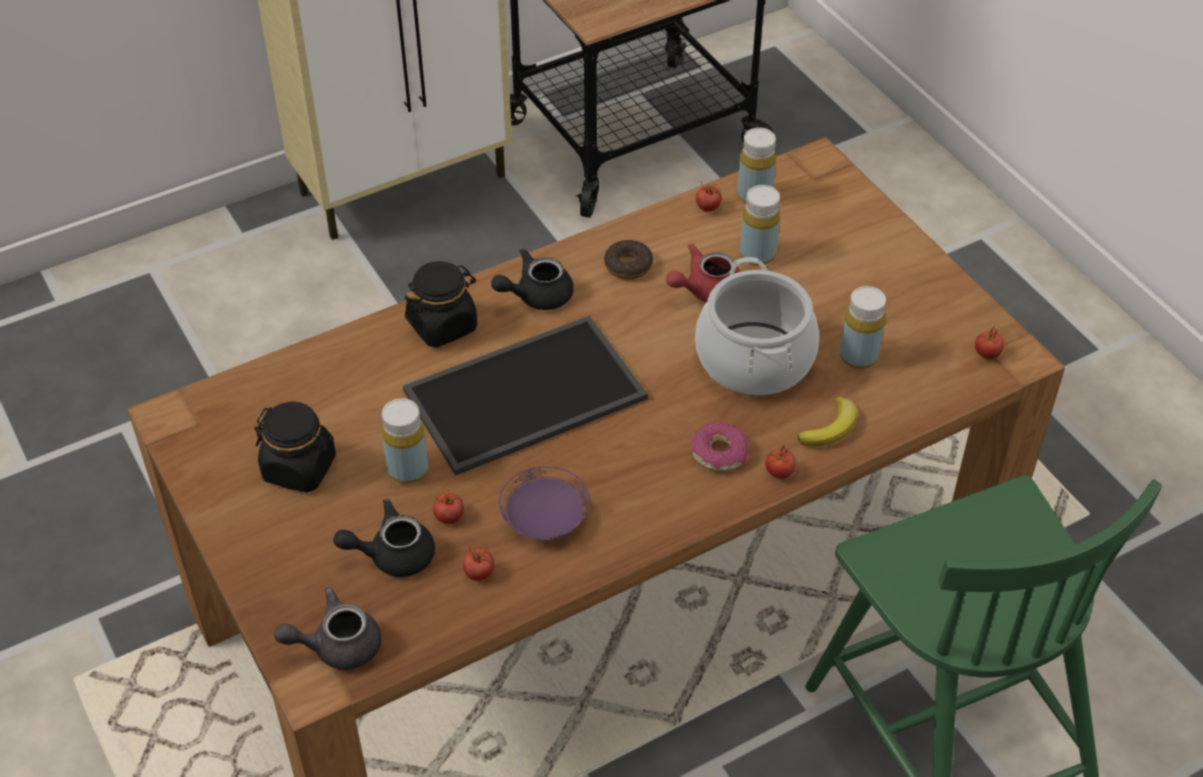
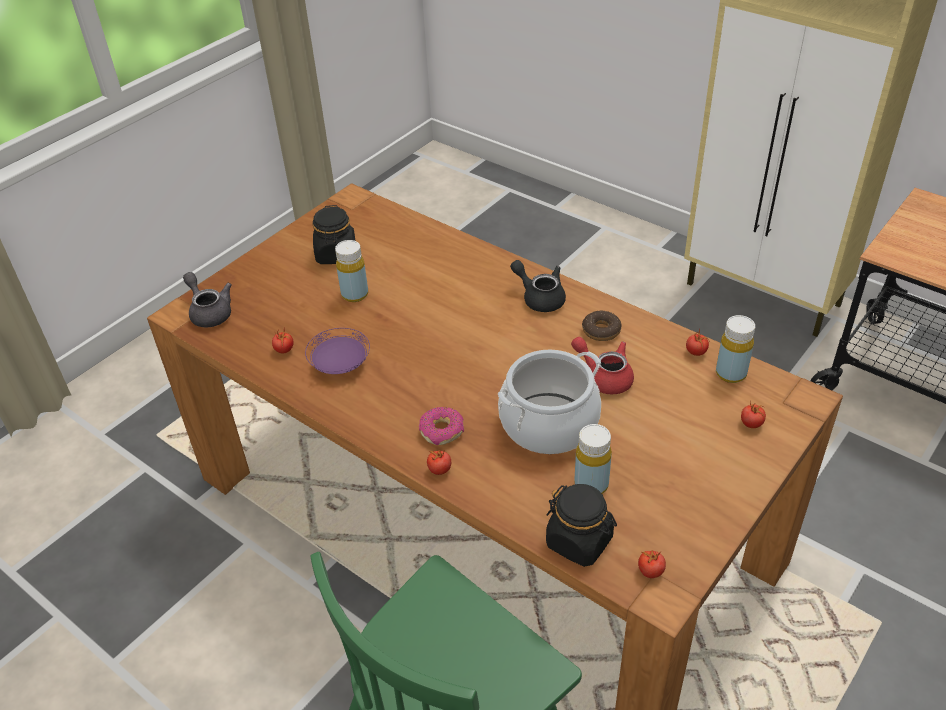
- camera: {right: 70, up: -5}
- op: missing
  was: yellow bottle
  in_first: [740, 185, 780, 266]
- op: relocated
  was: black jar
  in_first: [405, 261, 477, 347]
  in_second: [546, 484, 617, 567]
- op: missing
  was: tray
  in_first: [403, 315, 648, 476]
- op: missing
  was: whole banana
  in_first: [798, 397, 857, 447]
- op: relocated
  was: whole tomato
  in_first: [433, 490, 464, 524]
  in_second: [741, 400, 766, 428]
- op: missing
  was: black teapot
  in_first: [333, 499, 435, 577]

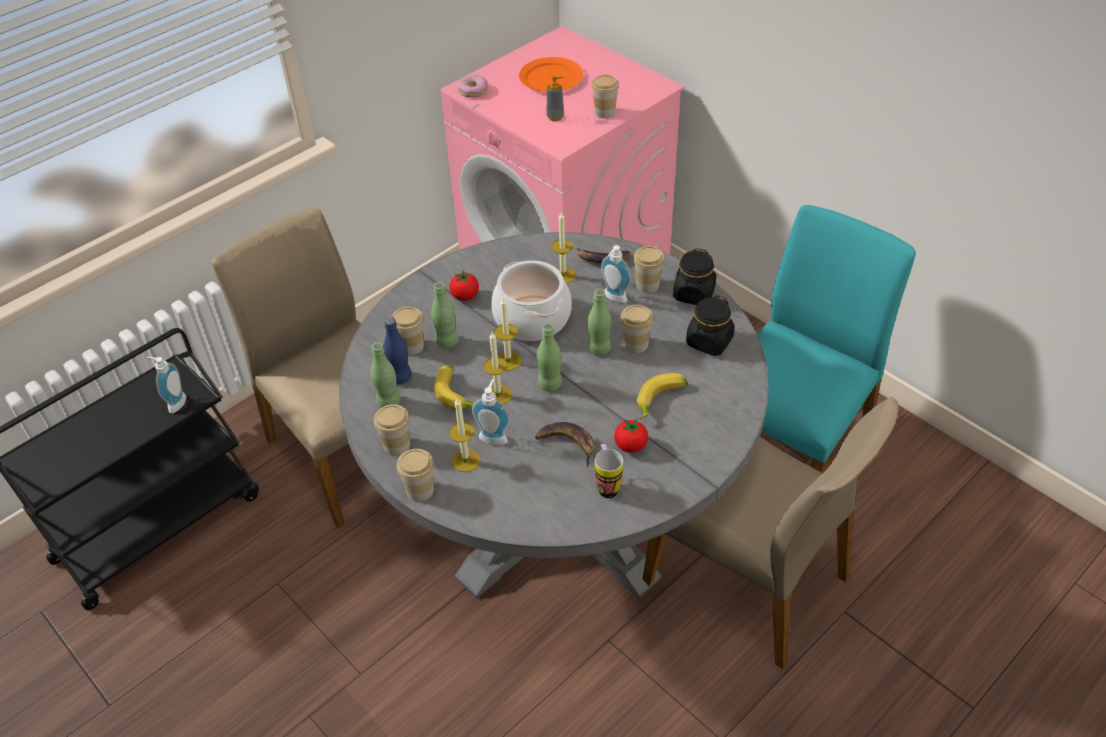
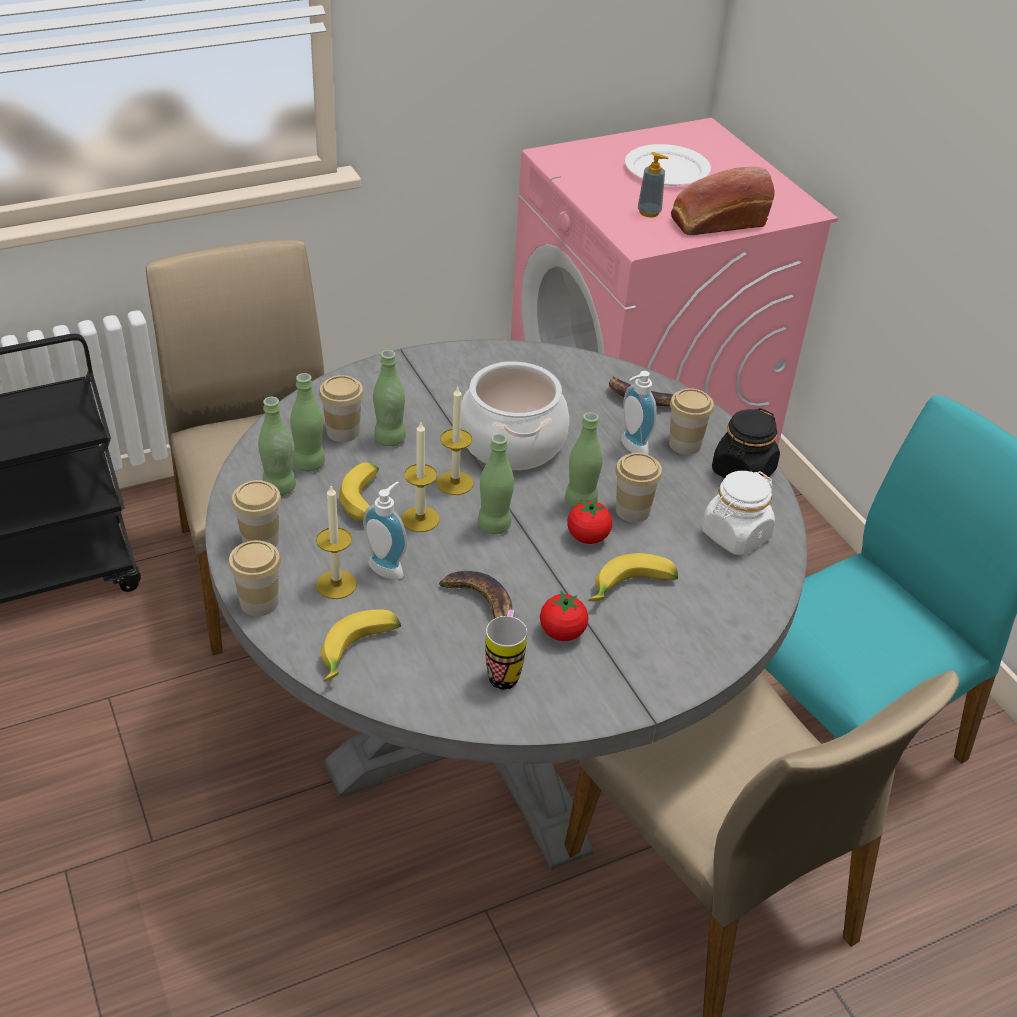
- camera: {right: 15, up: -5}
- op: colour
  was: orangey dinner plate
  now: whitish dinner plate
  in_first: [519, 57, 583, 92]
  in_second: [625, 144, 711, 185]
- op: missing
  was: donut
  in_first: [457, 75, 488, 98]
- op: exchanged
  was: drinking cup
  now: bread
  in_first: [591, 75, 619, 119]
  in_second: [671, 167, 774, 235]
- op: missing
  was: wax candle
  in_first: [552, 211, 576, 283]
- op: relocated
  was: whole tomato
  in_first: [449, 270, 479, 301]
  in_second: [567, 498, 612, 544]
- op: colour
  was: black jar
  now: whitish jar
  in_first: [686, 295, 735, 356]
  in_second: [702, 471, 775, 555]
- op: colour
  was: blue-coloured bottle
  now: green bottle
  in_first: [383, 317, 412, 385]
  in_second: [290, 373, 325, 471]
- op: missing
  was: soap bottle
  in_first: [146, 357, 186, 413]
- op: appeared
  now: whole banana
  in_second: [320, 609, 401, 682]

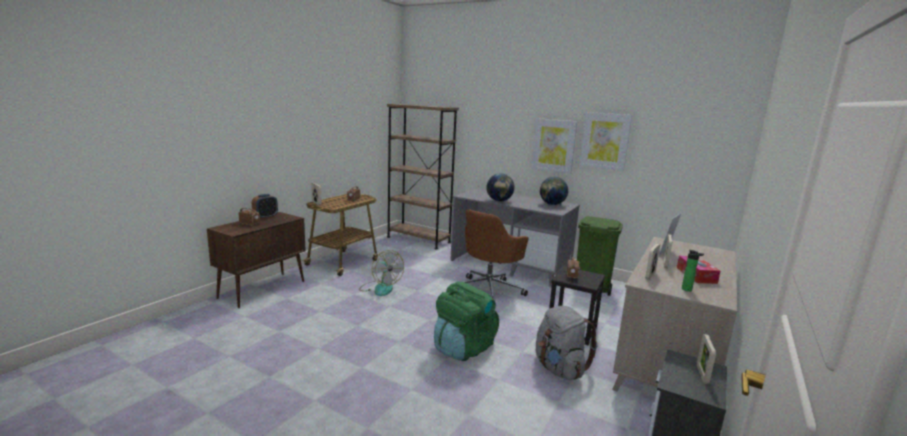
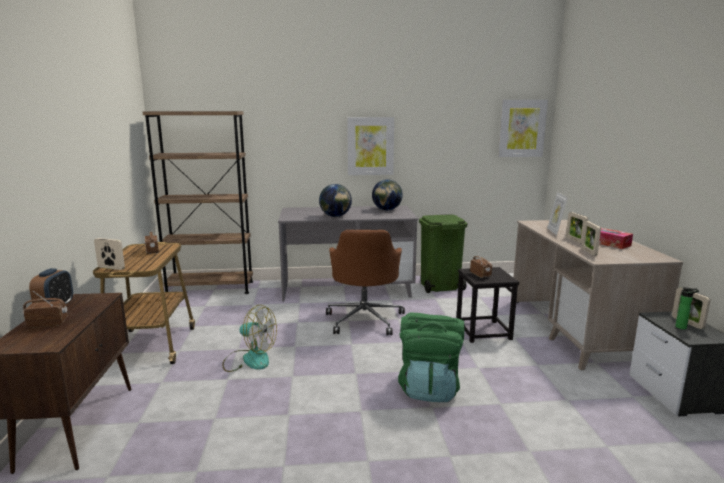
- camera: {right: -35, up: 0}
- op: relocated
  was: picture
  in_first: [579, 112, 632, 171]
  in_second: [498, 100, 548, 157]
- op: relocated
  was: bottle
  in_first: [682, 250, 704, 292]
  in_second: [675, 287, 699, 329]
- op: missing
  was: gray knapsack
  in_first: [536, 306, 598, 380]

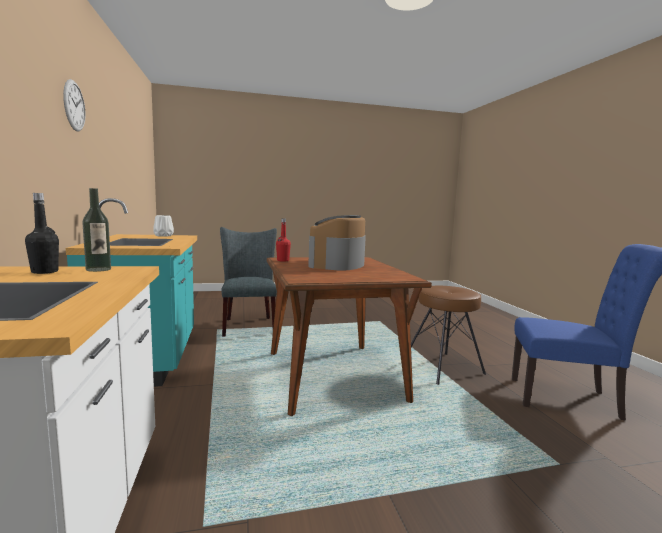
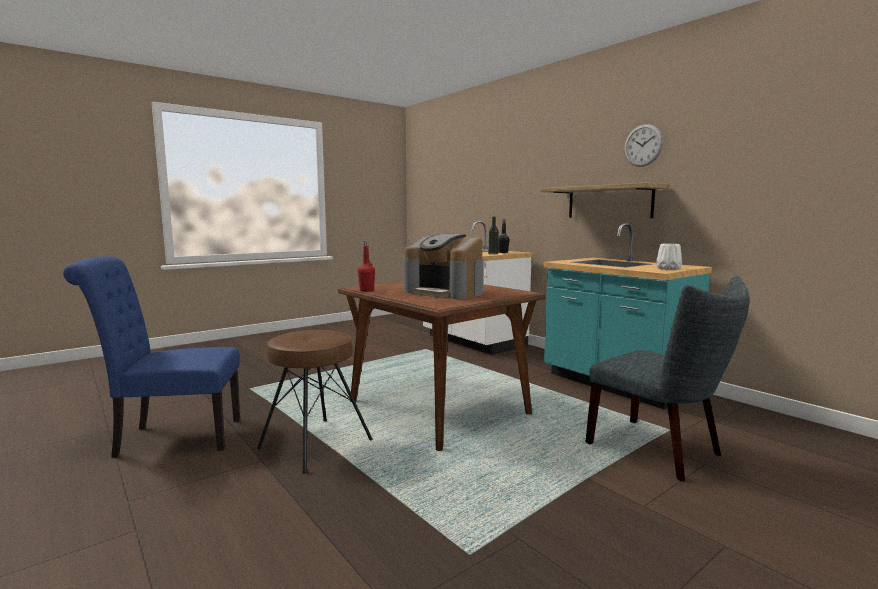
- camera: {right: 155, up: 0}
- op: spun
  was: coffee machine
  in_first: [308, 215, 366, 270]
  in_second: [403, 234, 483, 299]
  clockwise: 135
- op: relocated
  was: reddish bottle
  in_first: [276, 218, 291, 262]
  in_second: [358, 241, 375, 292]
- op: appeared
  now: bracket shelf
  in_second: [540, 183, 668, 218]

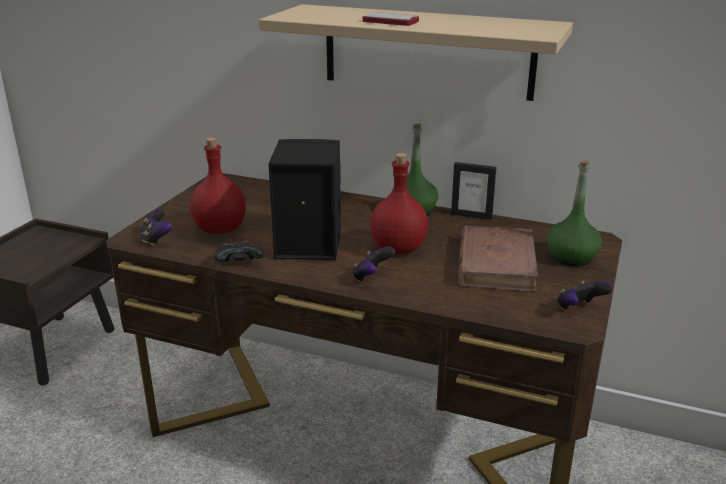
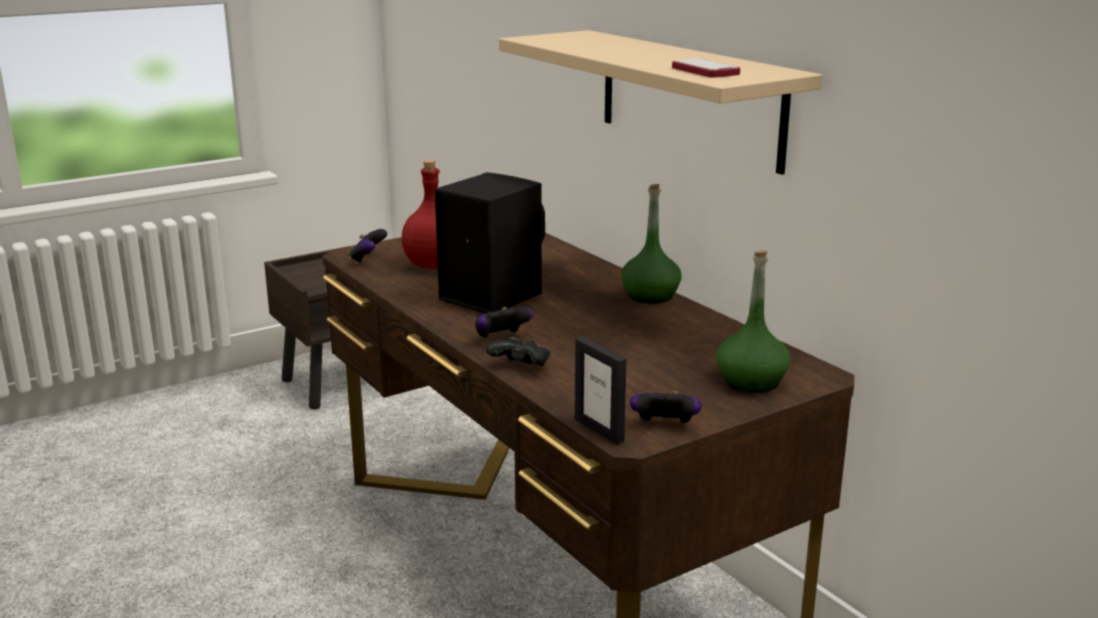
- camera: {right: 35, up: -5}
- op: relocated
  was: telephone
  in_first: [362, 12, 419, 26]
  in_second: [672, 58, 740, 78]
- op: missing
  was: reddish bottle
  in_first: [370, 153, 428, 254]
- op: relocated
  was: picture frame
  in_first: [451, 162, 497, 220]
  in_second: [575, 337, 626, 445]
- op: missing
  was: brown-coloured book
  in_first: [458, 225, 538, 292]
- op: relocated
  was: black gamepad
  in_first: [214, 241, 264, 262]
  in_second: [486, 337, 550, 366]

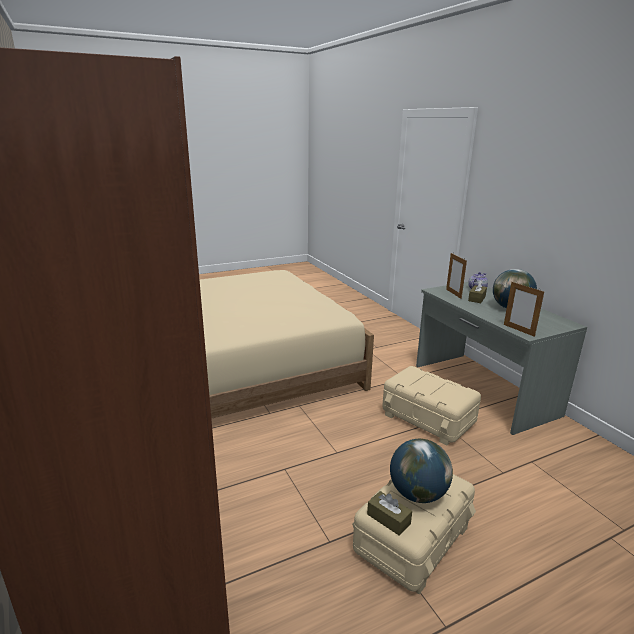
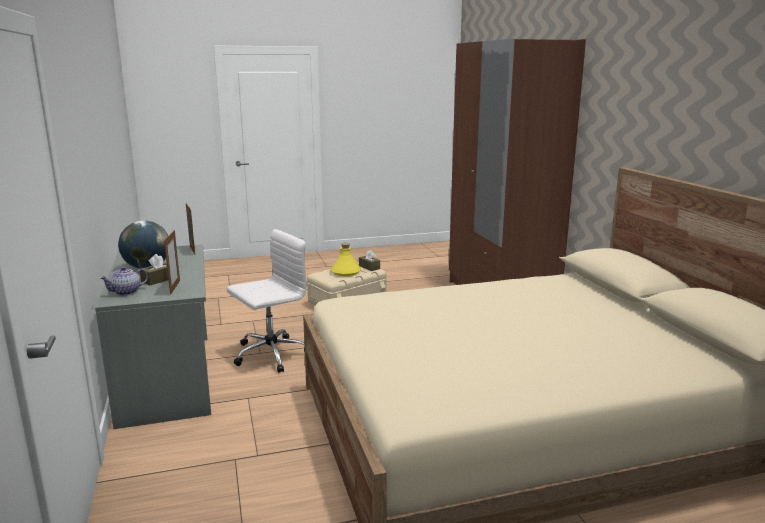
- camera: {right: -170, up: -5}
- op: exchanged
  was: beige storage container
  now: whitish desk chair
  in_first: [382, 366, 481, 445]
  in_second: [227, 229, 306, 373]
- op: exchanged
  was: desk globe
  now: yellow bottle
  in_first: [390, 439, 453, 503]
  in_second: [331, 243, 361, 276]

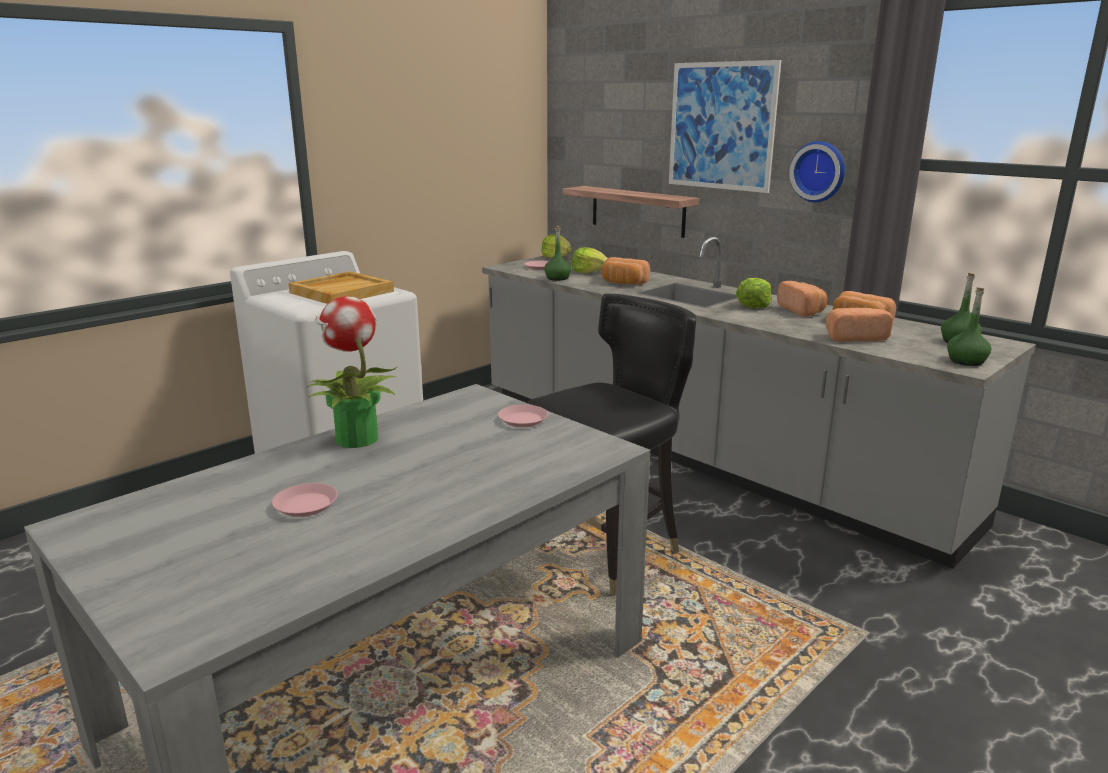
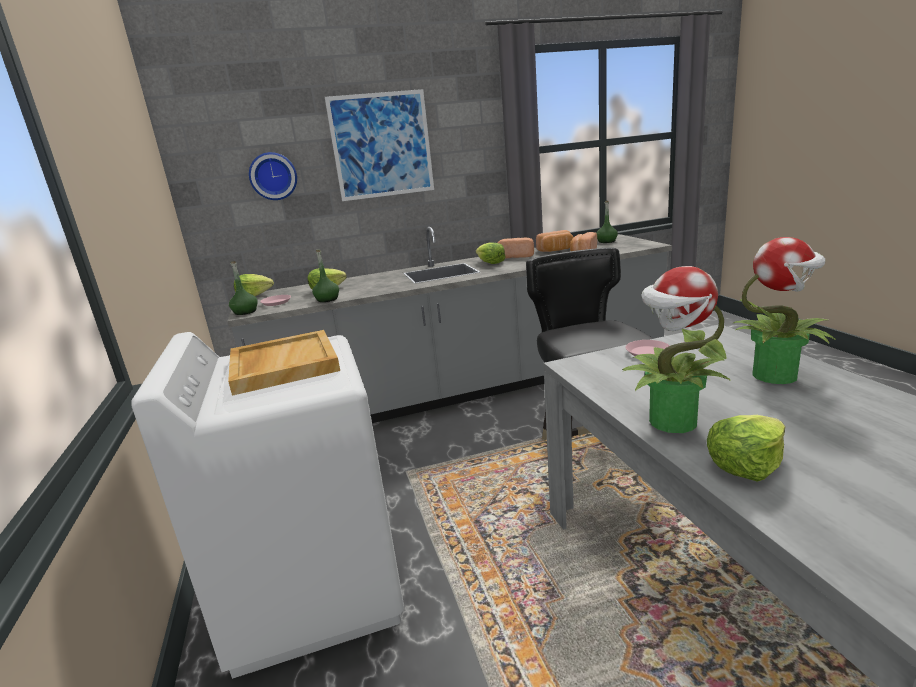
- camera: {right: -60, up: 0}
- op: relocated
  was: wall clock
  in_first: [789, 141, 845, 202]
  in_second: [249, 152, 297, 200]
- op: missing
  was: bracket shelf
  in_first: [563, 186, 700, 238]
- op: missing
  was: bread
  in_first: [601, 257, 650, 284]
- op: relocated
  was: green bottle
  in_first: [947, 287, 992, 366]
  in_second: [229, 261, 258, 315]
- op: missing
  was: pink dinner plate
  in_first: [272, 483, 338, 517]
- op: appeared
  now: houseplant
  in_second: [734, 237, 836, 384]
- op: appeared
  now: lettuce head
  in_second: [707, 415, 785, 482]

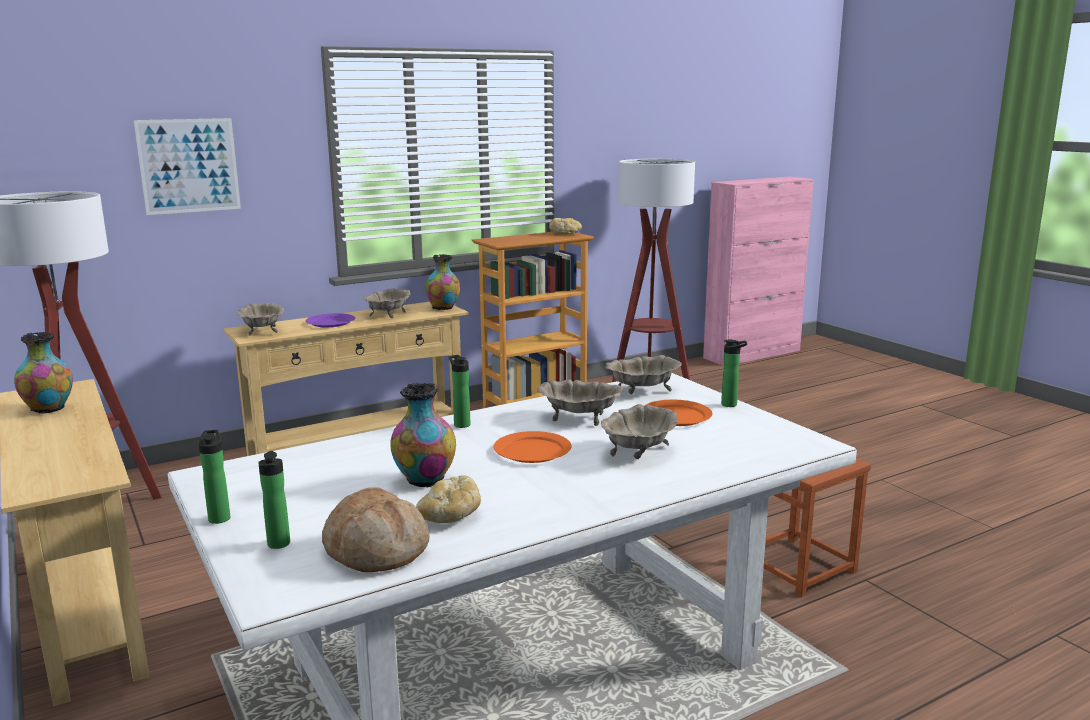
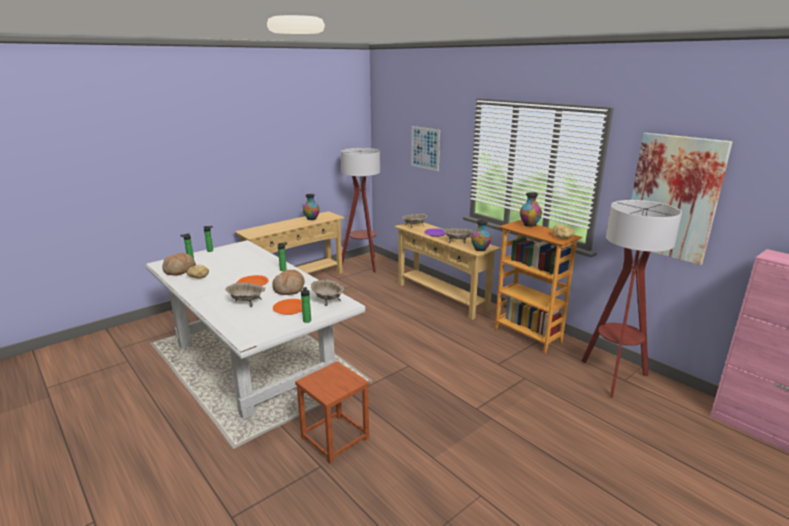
- camera: {right: 80, up: 5}
- op: exchanged
  was: beige deep dish
  now: bread
  in_first: [537, 379, 623, 426]
  in_second: [272, 270, 305, 295]
- op: relocated
  was: vase
  in_first: [390, 383, 456, 487]
  in_second: [520, 192, 542, 227]
- op: appeared
  now: picture
  in_second: [631, 133, 732, 265]

